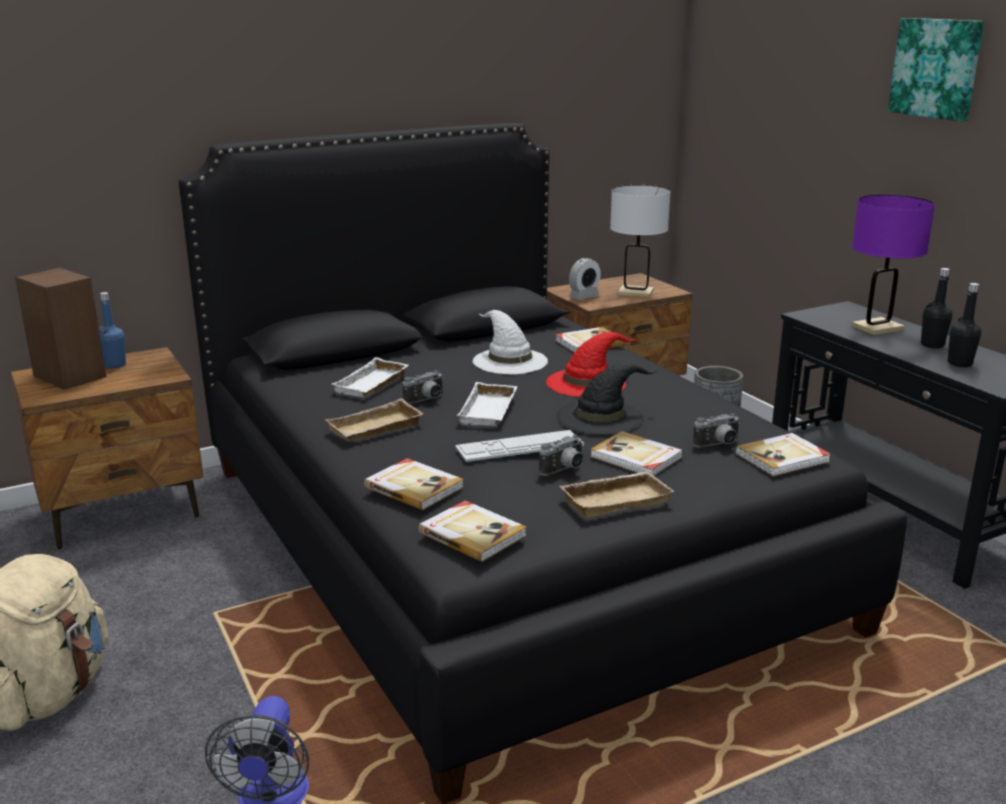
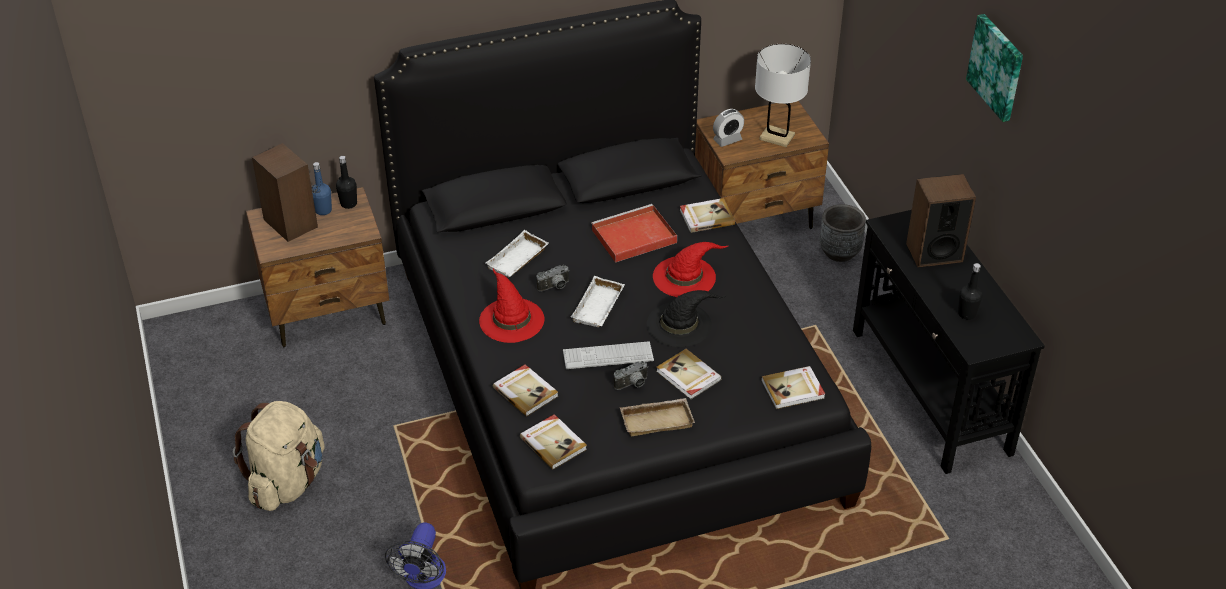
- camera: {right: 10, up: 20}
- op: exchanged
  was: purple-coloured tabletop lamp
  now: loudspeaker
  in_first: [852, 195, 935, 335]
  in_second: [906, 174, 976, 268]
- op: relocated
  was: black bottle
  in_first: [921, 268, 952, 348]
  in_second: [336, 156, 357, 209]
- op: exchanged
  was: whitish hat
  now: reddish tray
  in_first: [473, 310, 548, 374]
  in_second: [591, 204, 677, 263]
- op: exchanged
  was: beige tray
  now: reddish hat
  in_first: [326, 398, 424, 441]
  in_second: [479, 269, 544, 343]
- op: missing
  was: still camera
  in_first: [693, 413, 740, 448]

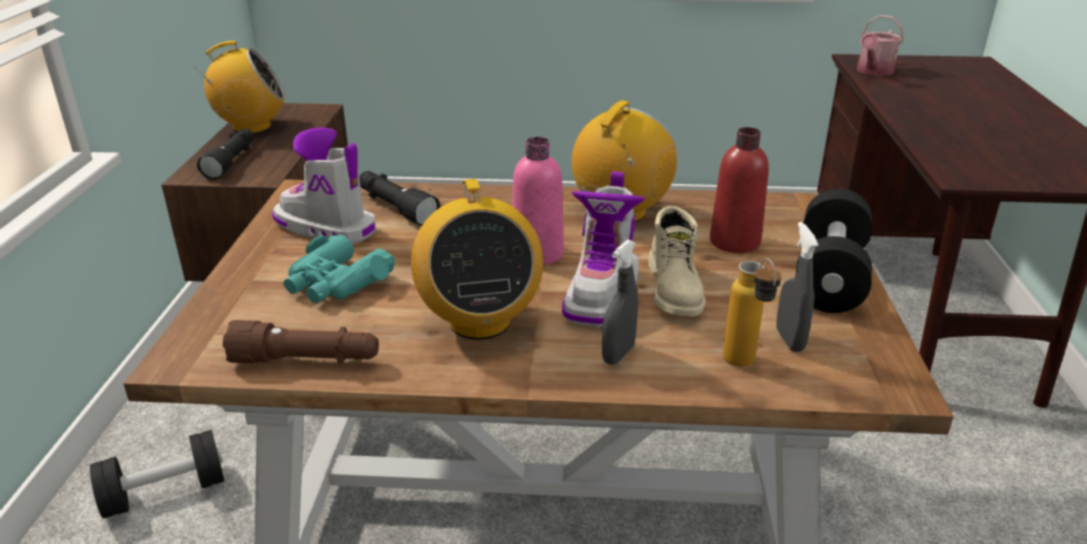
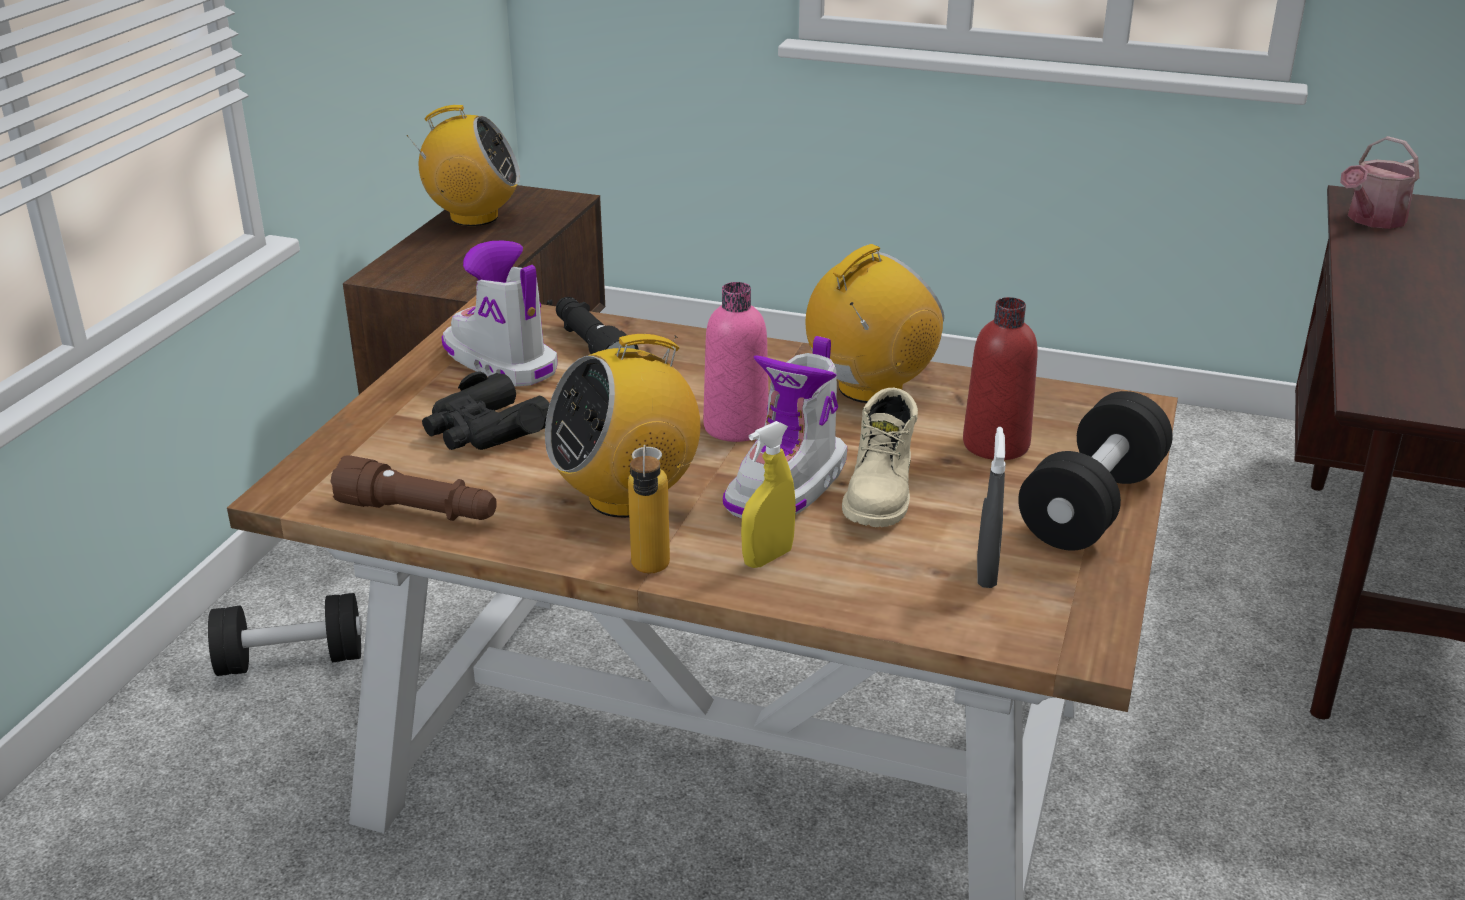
- camera: {right: 15, up: 0}
- op: missing
  was: black torch
  in_first: [197, 128, 254, 180]
- op: spun
  was: radio
  in_first: [411, 179, 543, 340]
  in_second: [545, 334, 700, 518]
  clockwise: 60
- op: colour
  was: blue-green binoculars
  now: black binoculars
  in_first: [283, 235, 395, 303]
  in_second: [422, 371, 550, 450]
- op: colour
  was: gray spray bottle
  now: yellow spray bottle
  in_first: [602, 239, 638, 365]
  in_second: [741, 421, 796, 568]
- op: relocated
  was: bottle
  in_first: [723, 258, 781, 367]
  in_second: [628, 445, 670, 573]

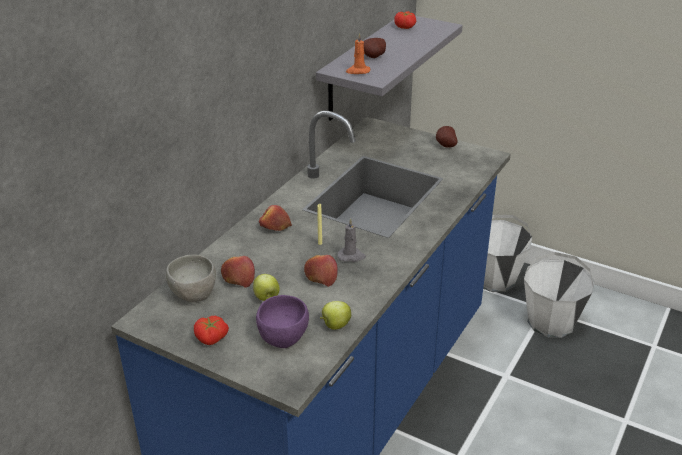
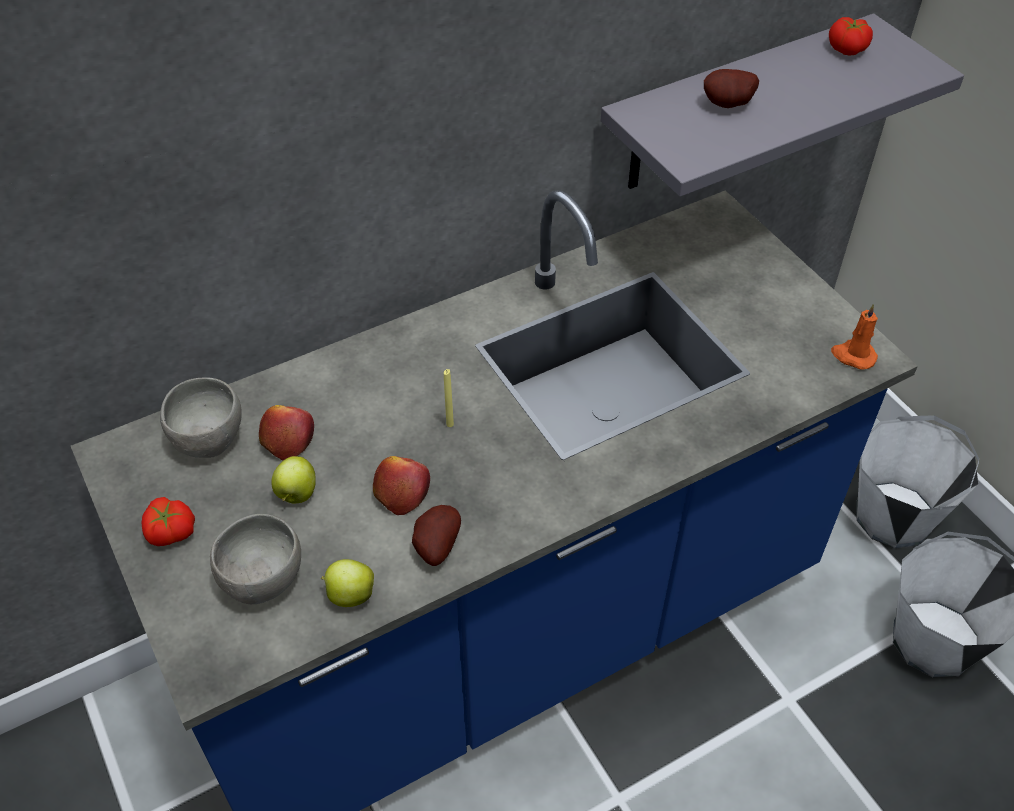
- camera: {right: 30, up: 15}
- op: relocated
  was: orangey wax candle
  in_first: [346, 33, 370, 74]
  in_second: [831, 304, 878, 370]
- op: relocated
  was: spud
  in_first: [436, 126, 458, 148]
  in_second: [412, 505, 461, 566]
- op: missing
  was: apple fruit
  in_first: [259, 205, 292, 231]
- op: missing
  was: gray wax candle
  in_first: [337, 218, 366, 262]
- op: colour
  was: purple-coloured deep dish
  now: gray deep dish
  in_first: [256, 295, 309, 348]
  in_second: [210, 514, 301, 604]

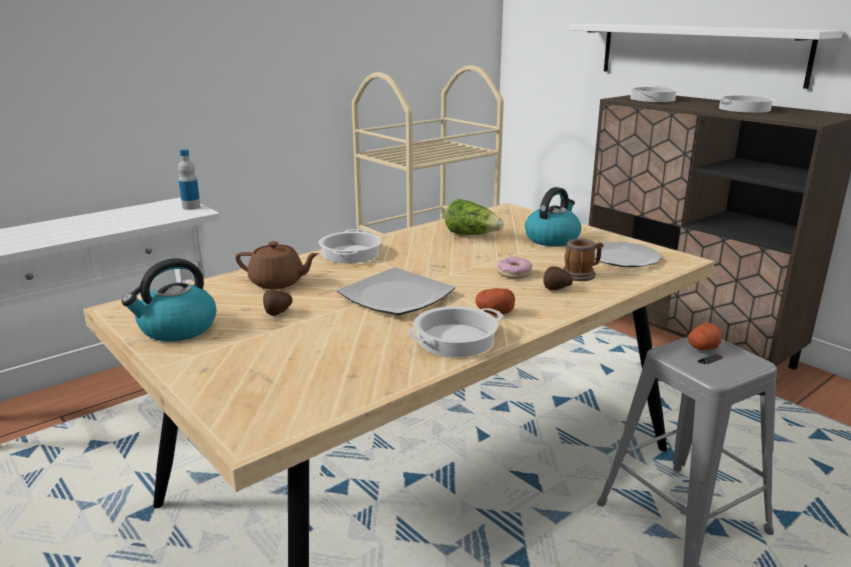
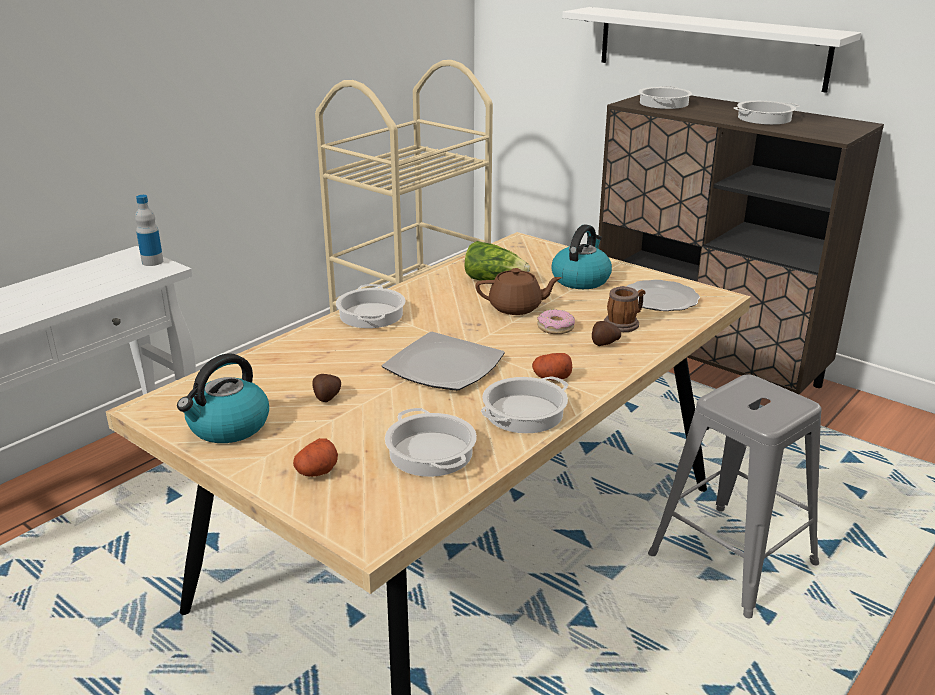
- camera: {right: -10, up: 5}
- op: relocated
  was: brown-coloured teapot
  in_first: [235, 241, 319, 289]
  in_second: [475, 268, 562, 315]
- op: relocated
  was: spud
  in_first: [688, 323, 722, 350]
  in_second: [293, 438, 338, 477]
- op: appeared
  now: cooking pot
  in_second: [385, 408, 477, 477]

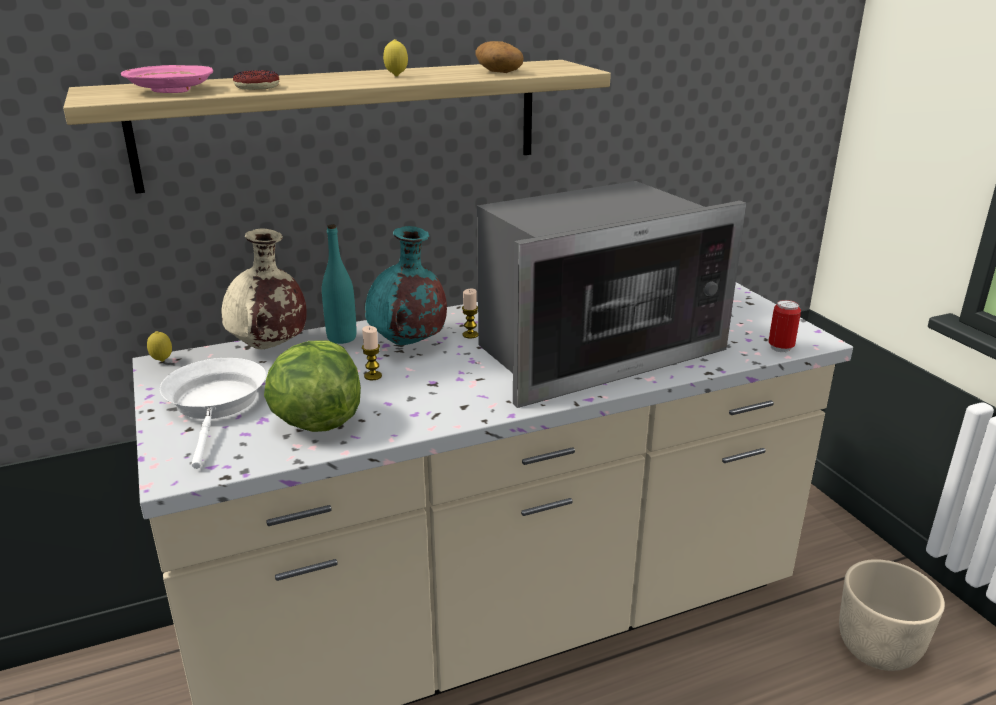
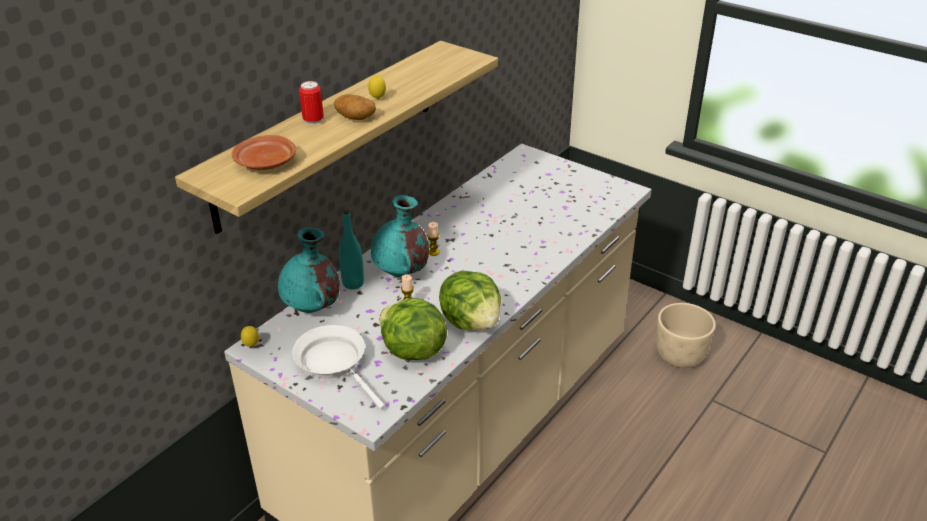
- camera: {right: -30, up: 10}
- op: relocated
  was: spud
  in_first: [476, 41, 524, 73]
  in_second: [334, 94, 376, 120]
- op: colour
  was: pink dinner plate
  now: brown-coloured dinner plate
  in_first: [121, 65, 213, 93]
  in_second: [232, 135, 296, 170]
- op: missing
  was: donut
  in_first: [233, 70, 279, 90]
- op: missing
  was: microwave oven
  in_first: [477, 181, 746, 408]
- op: colour
  was: beige vase
  now: blue-green vase
  in_first: [222, 229, 307, 349]
  in_second: [278, 227, 340, 313]
- op: relocated
  was: metal can
  in_first: [768, 300, 801, 352]
  in_second: [299, 81, 324, 125]
- op: appeared
  now: lettuce head
  in_second: [439, 270, 501, 331]

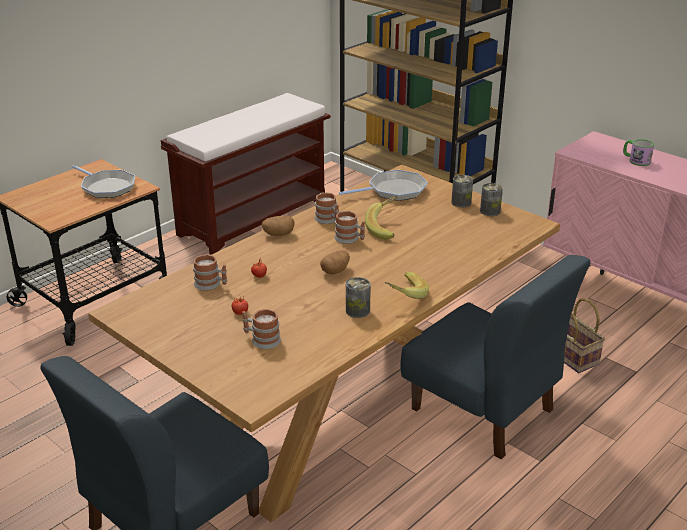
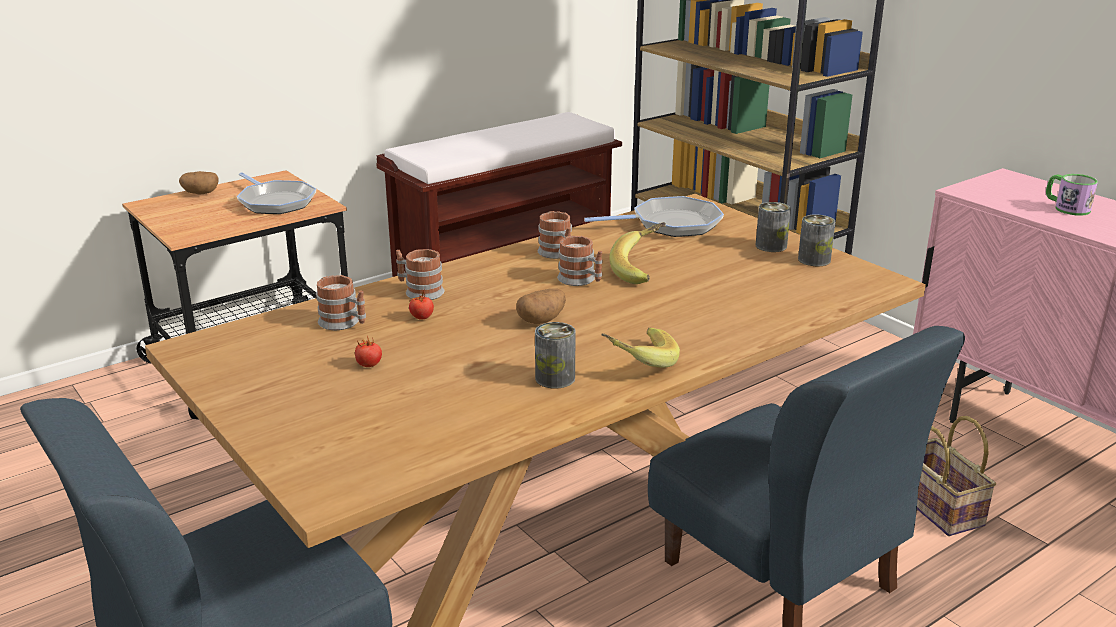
- camera: {right: 10, up: -5}
- op: relocated
  was: spud
  in_first: [261, 216, 295, 236]
  in_second: [179, 171, 218, 194]
- op: relocated
  was: coffee mug
  in_first: [242, 309, 281, 349]
  in_second: [396, 249, 445, 300]

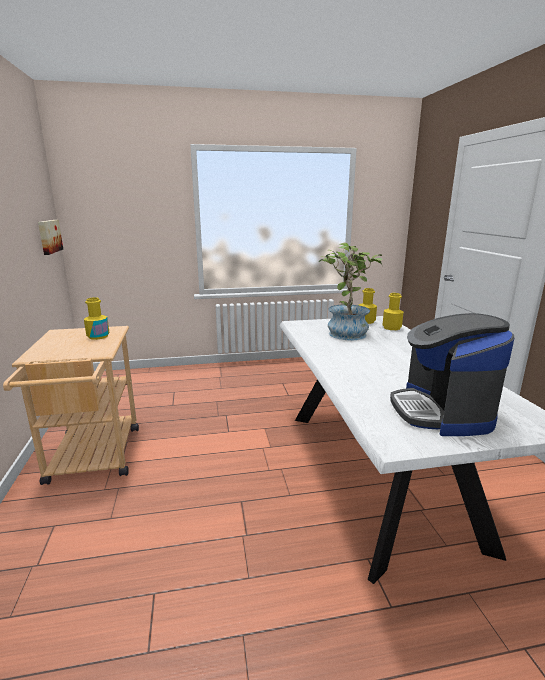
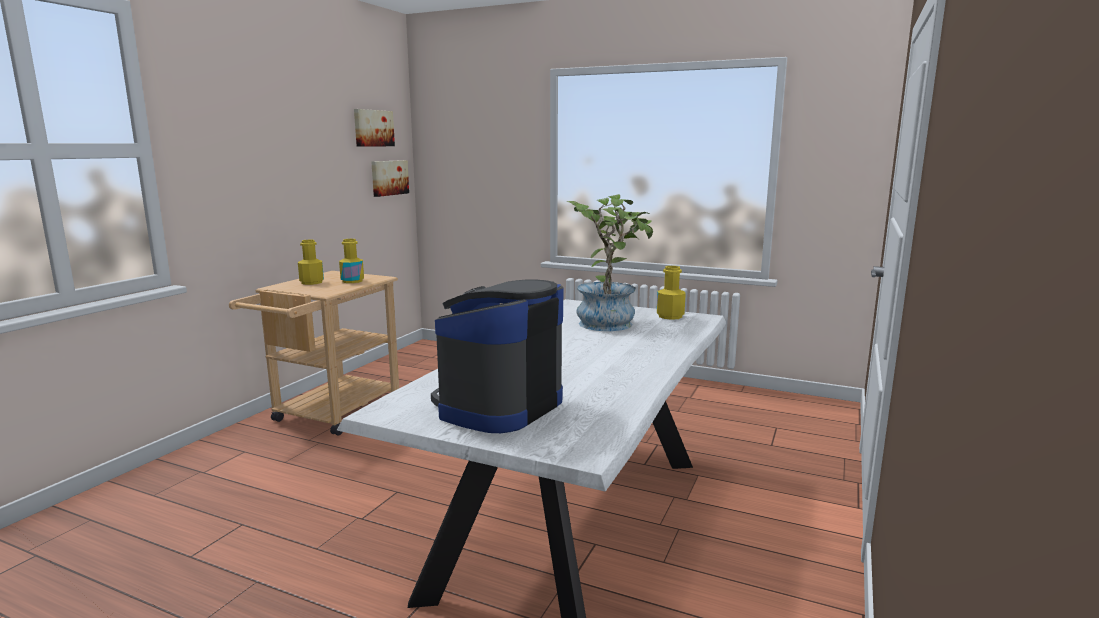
- camera: {right: 35, up: -5}
- op: relocated
  was: yellow bottle
  in_first: [383, 293, 404, 330]
  in_second: [298, 240, 324, 285]
- op: appeared
  now: picture
  in_second: [354, 109, 395, 146]

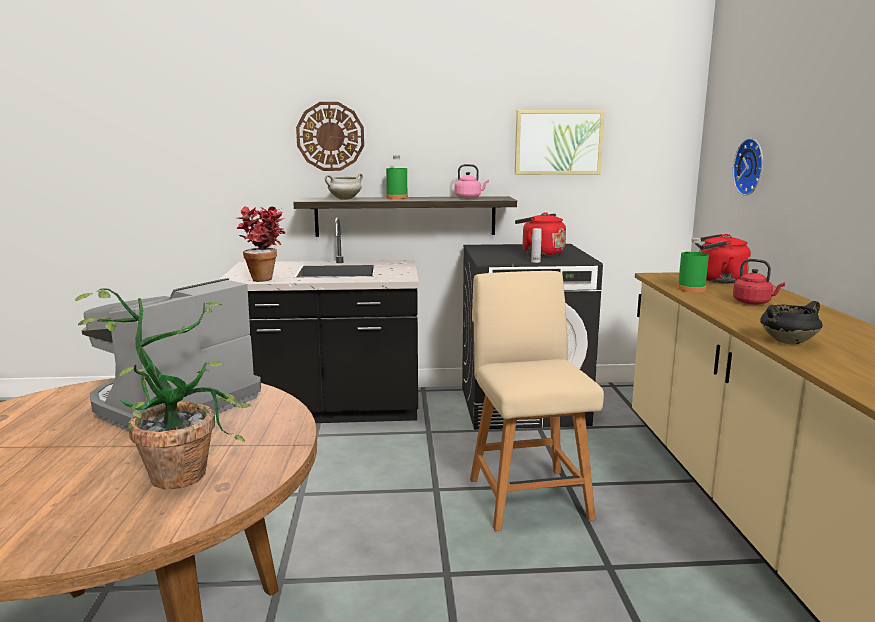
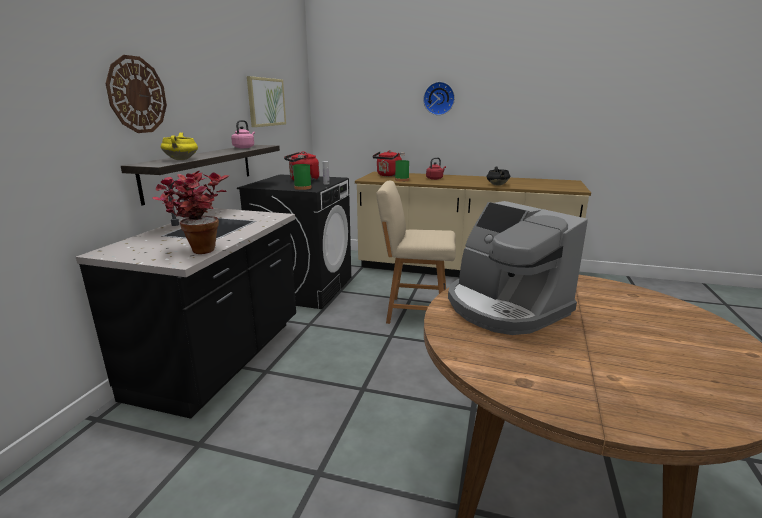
- camera: {right: -70, up: 5}
- op: relocated
  was: wall clock
  in_first: [733, 138, 763, 196]
  in_second: [423, 82, 455, 115]
- op: relocated
  was: green bottle
  in_first: [386, 156, 408, 199]
  in_second: [293, 155, 311, 190]
- op: colour
  was: whitish cooking pot
  now: yellow cooking pot
  in_first: [325, 173, 363, 200]
  in_second: [161, 133, 198, 160]
- op: missing
  was: houseplant
  in_first: [75, 289, 252, 490]

